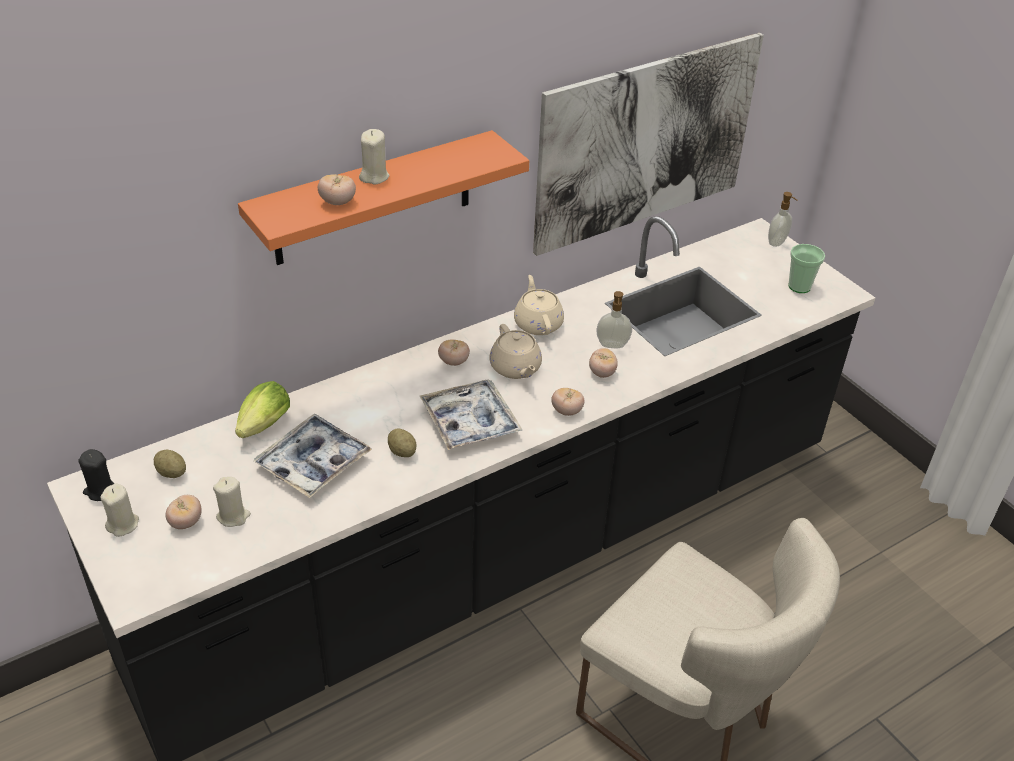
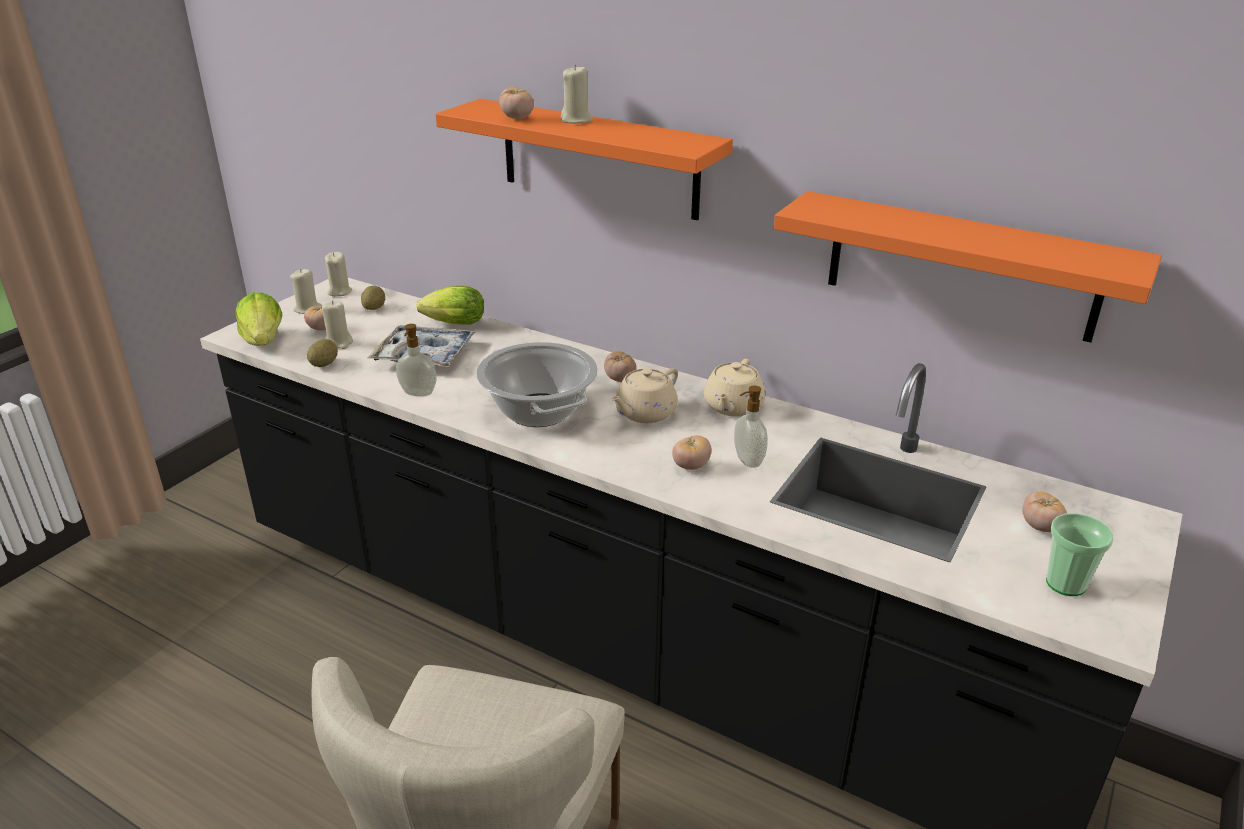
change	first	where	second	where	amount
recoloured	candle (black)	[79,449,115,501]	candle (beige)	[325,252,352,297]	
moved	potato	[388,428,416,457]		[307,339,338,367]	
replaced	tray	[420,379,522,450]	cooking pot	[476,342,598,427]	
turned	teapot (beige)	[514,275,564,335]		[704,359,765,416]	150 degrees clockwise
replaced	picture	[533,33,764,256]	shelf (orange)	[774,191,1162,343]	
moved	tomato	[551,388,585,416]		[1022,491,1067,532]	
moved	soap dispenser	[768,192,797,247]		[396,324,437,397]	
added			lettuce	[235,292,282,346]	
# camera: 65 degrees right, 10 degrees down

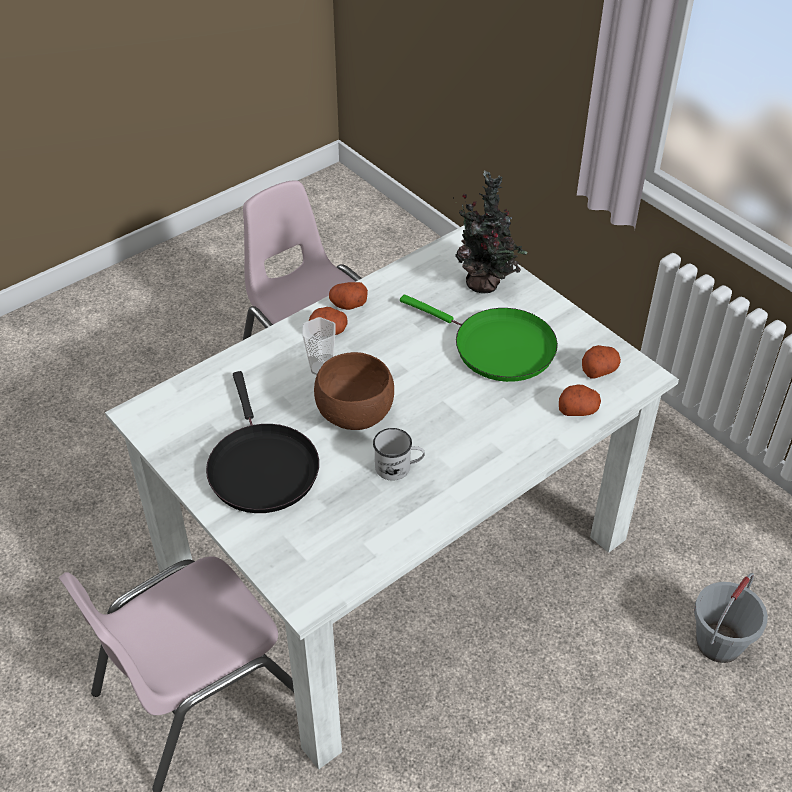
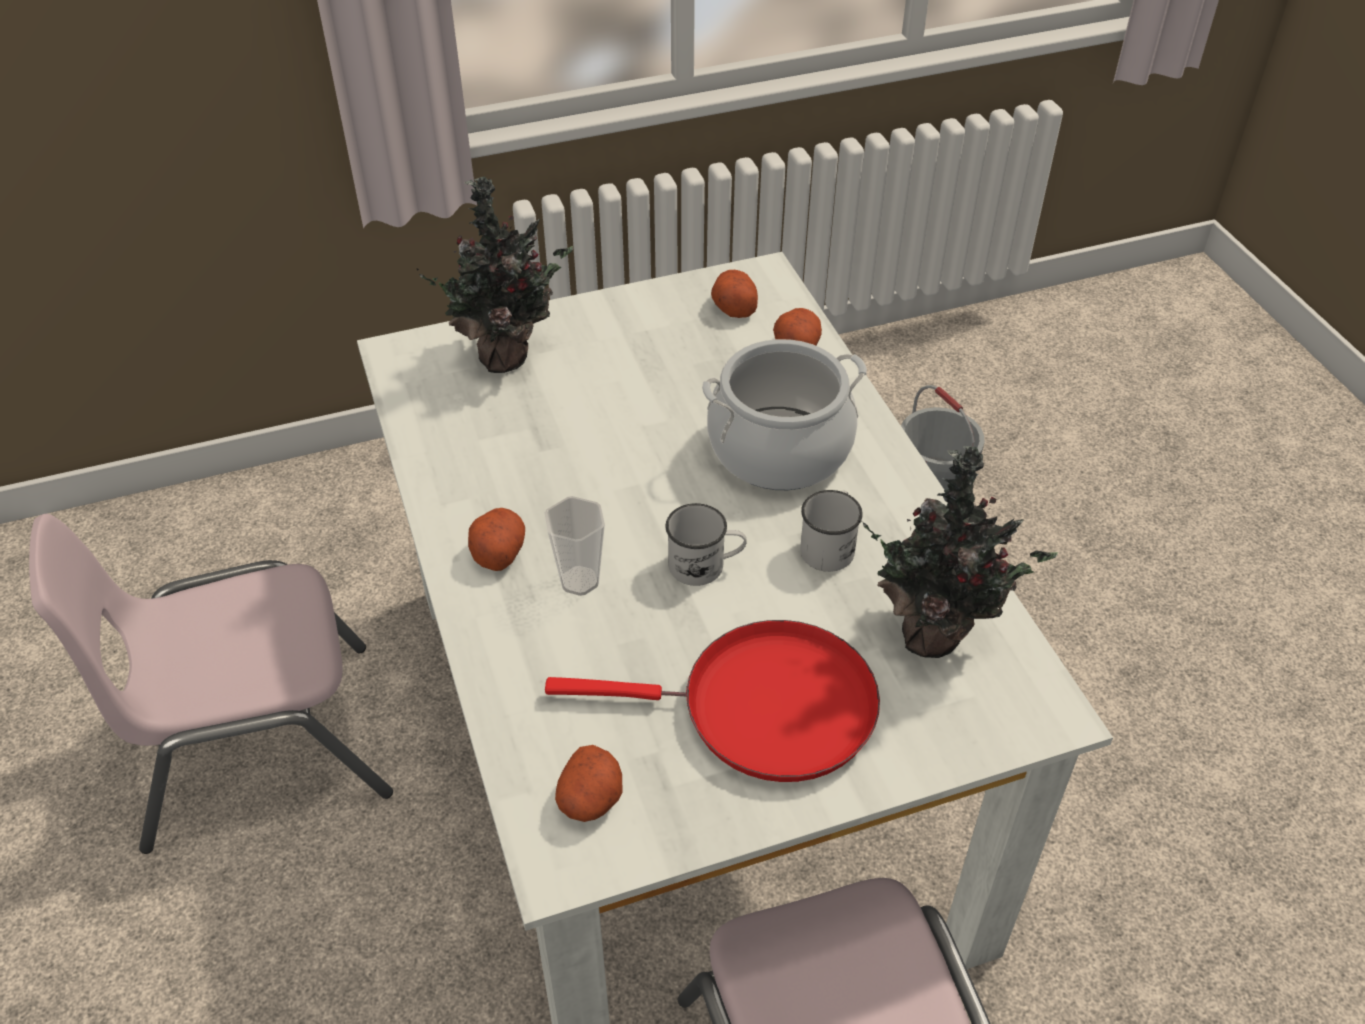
change	first	where	second	where	amount
recoloured	frying pan (black)	[206,371,319,513]	frying pan (red)	[545,620,880,782]	
replaced	bowl (brown)	[314,352,394,430]	mug (white)	[666,503,747,586]	
moved	potato	[329,282,368,310]		[555,745,622,822]	
removed	frying pan (green)	[400,295,558,382]			
added			cooking pot	[702,339,867,490]	
added			potted plant	[859,446,1058,658]	
# camera: 70 degrees left, 0 degrees up

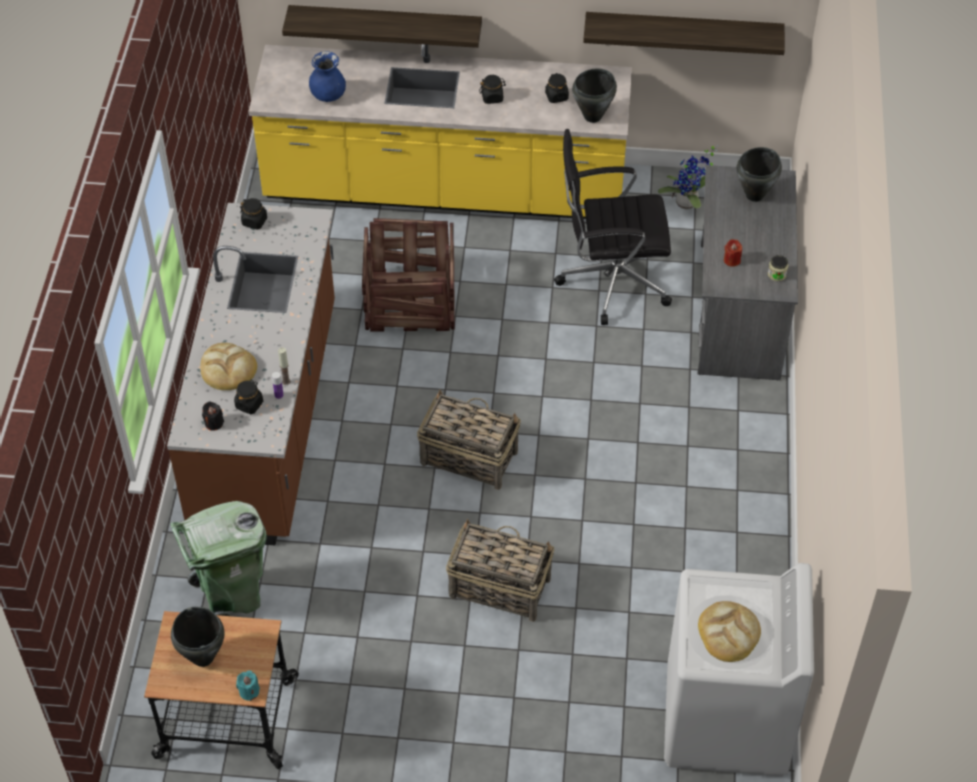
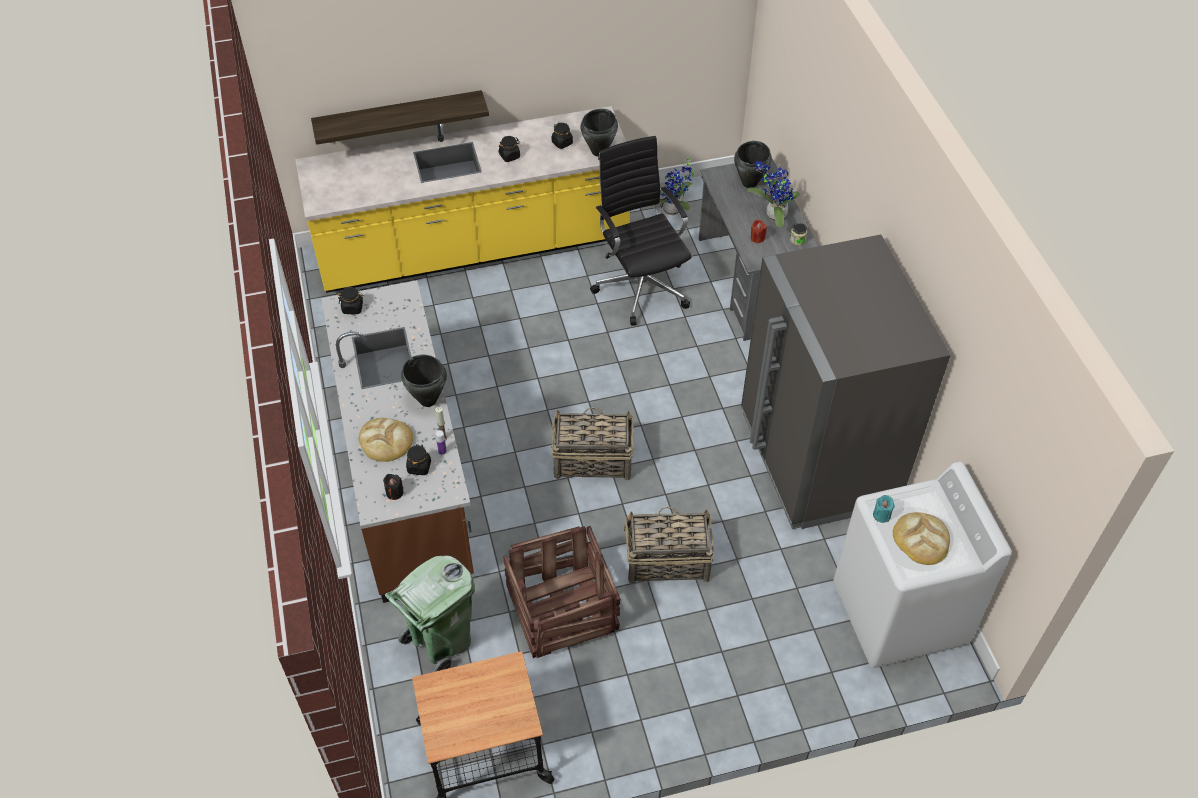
change	first	where	second	where	amount
moved	cooking pot (black)	[171,606,225,667]		[401,354,447,407]	
moved	candle (turquoise)	[236,670,260,701]		[873,495,895,523]	
removed	vase (blue)	[309,51,346,102]			
moved	crate	[362,218,455,332]		[503,526,620,658]	
turned	office chair (black)	[554,129,672,325]		[590,136,691,326]	90 degrees clockwise
removed	shelf	[583,12,785,55]			
added			fridge (grey)	[741,234,951,529]	
added			potted plant	[748,161,800,227]	
# camera: 20 degrees left, 0 degrees up

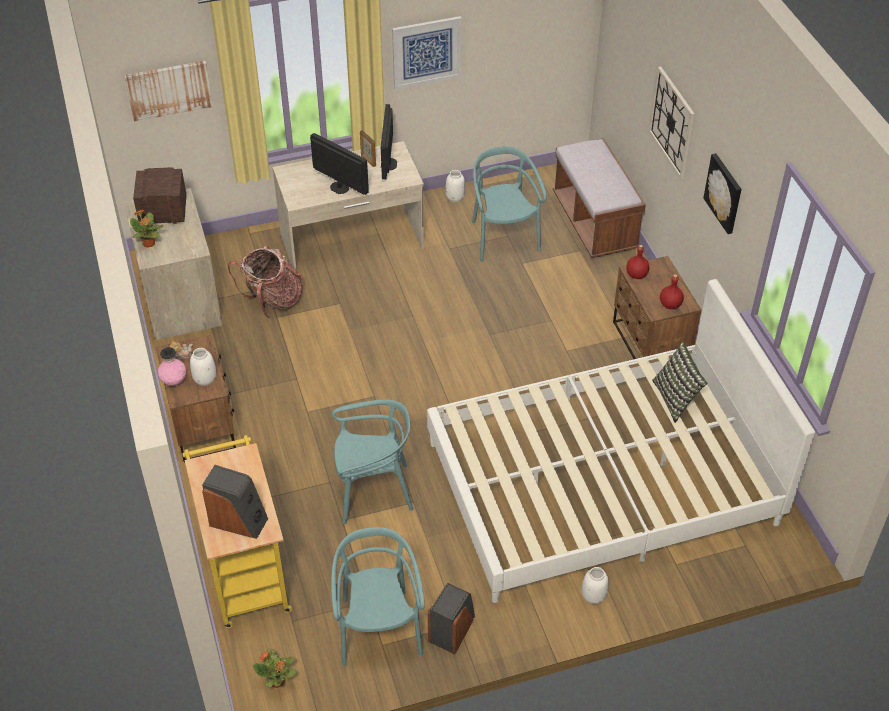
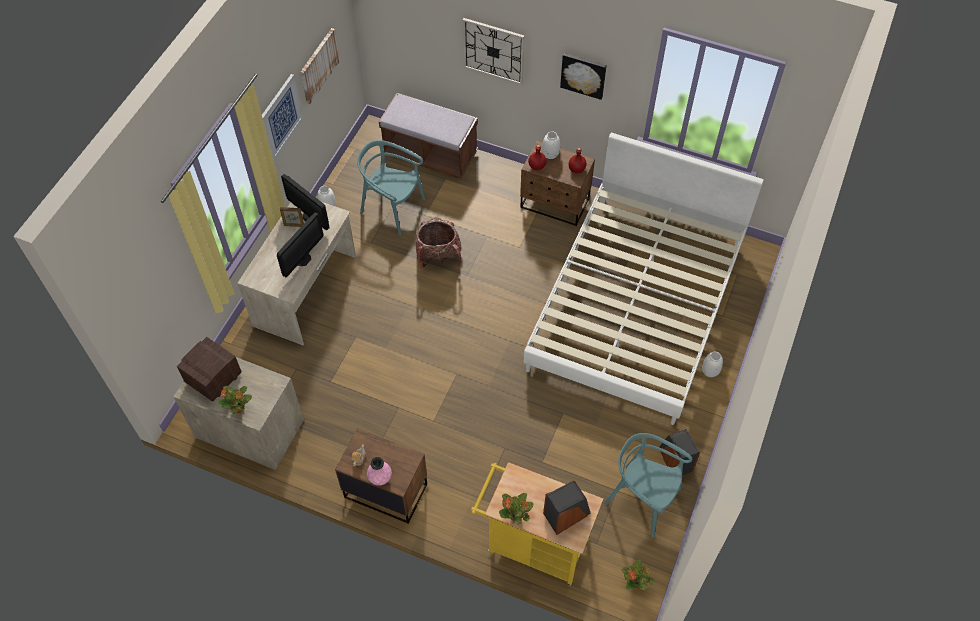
change	first	where	second	where	amount
moved	picture	[124,61,213,122]		[300,28,340,104]	
moved	vase (white)	[190,348,216,386]		[542,131,560,159]	
moved	backpack	[228,246,303,318]		[416,216,461,267]	
turned	monitor	[310,133,369,195]		[277,212,323,277]	135 degrees clockwise
removed	chair (turquoise)	[332,399,413,524]			
removed	pillow	[652,342,708,423]			
added			potted plant	[499,493,533,524]	
# camera: 50 degrees left, 10 degrees up

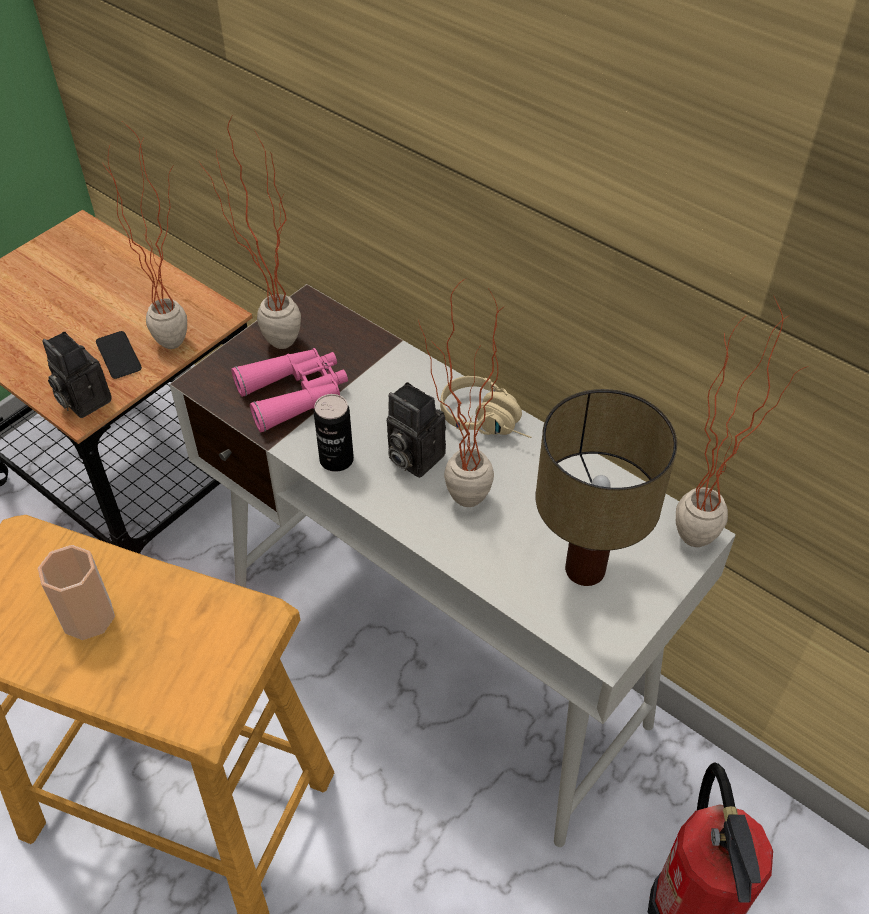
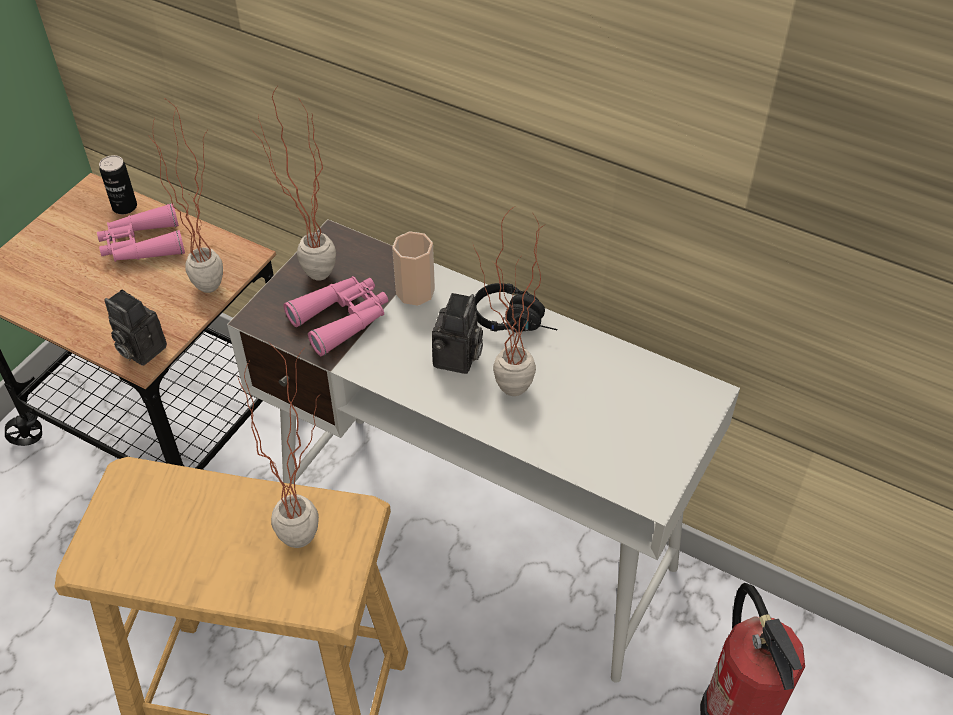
change	first	where	second	where	amount
moved	cup	[38,545,115,640]		[392,231,435,306]	
removed	phone	[96,331,142,379]			
moved	can	[314,394,354,472]		[99,155,137,214]	
turned	photo camera	[387,382,446,478]		[432,293,483,374]	105 degrees counterclockwise
recoloured	headphones (beige)	[440,376,531,438]	headphones (black)	[474,283,557,332]	
removed	table lamp	[535,389,677,586]			
moved	potted plant	[676,297,808,547]		[238,343,321,548]	
added			binoculars (pink)	[97,203,185,262]	
# camera: 10 degrees left, 0 degrees up

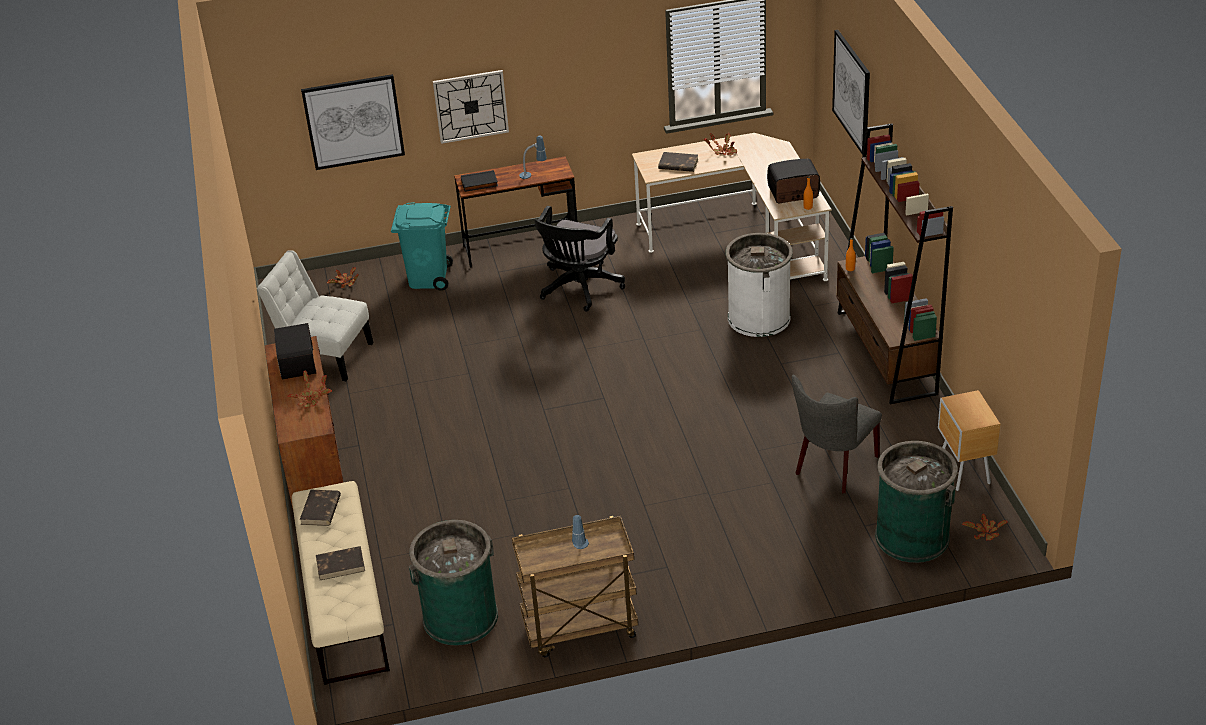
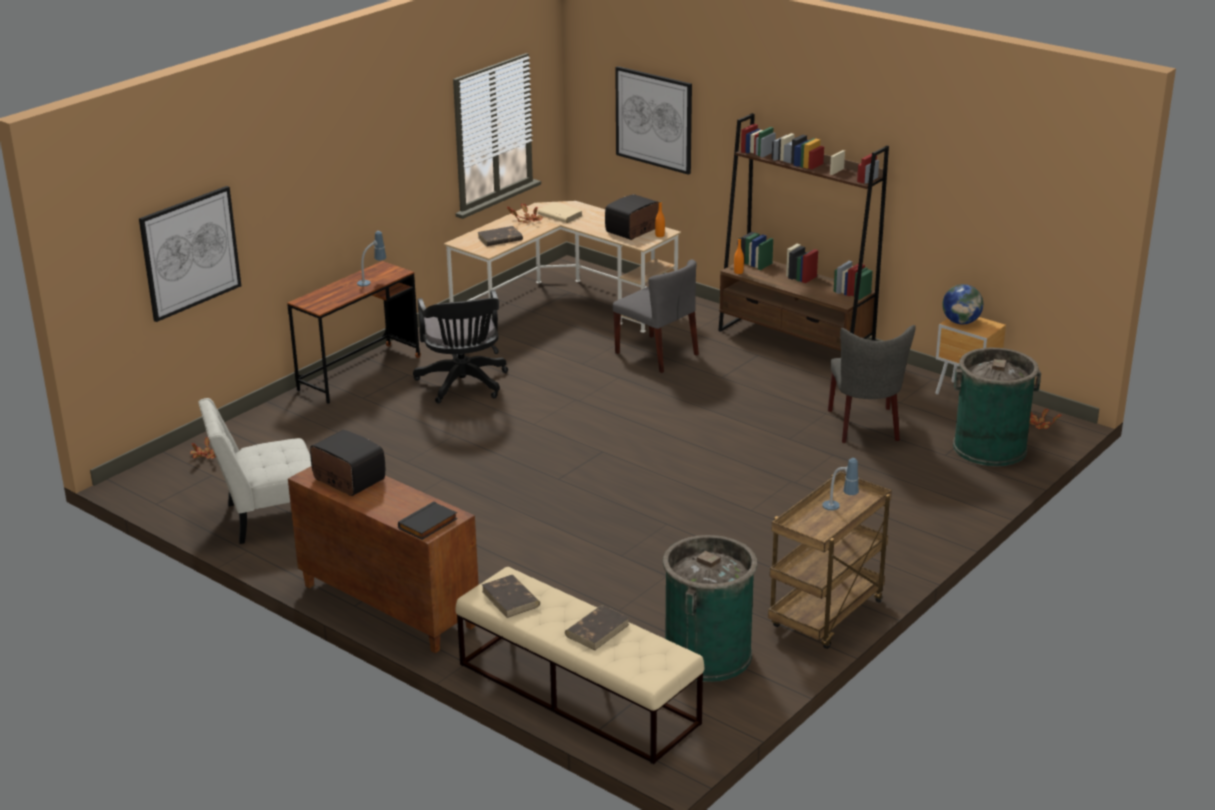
change	first	where	second	where	amount
removed	potted plant	[287,370,332,408]			
removed	trash can (turquoise)	[391,202,453,291]			
removed	wall clock	[433,70,509,144]			
moved	book (black)	[461,170,498,192]		[398,501,458,540]	
replaced	trash can (white)	[725,233,793,337]	chair (grey)	[612,259,699,373]	
added			book (beige)	[538,202,583,223]	
added			globe	[942,284,983,324]	
# camera: 40 degrees left, 10 degrees down

